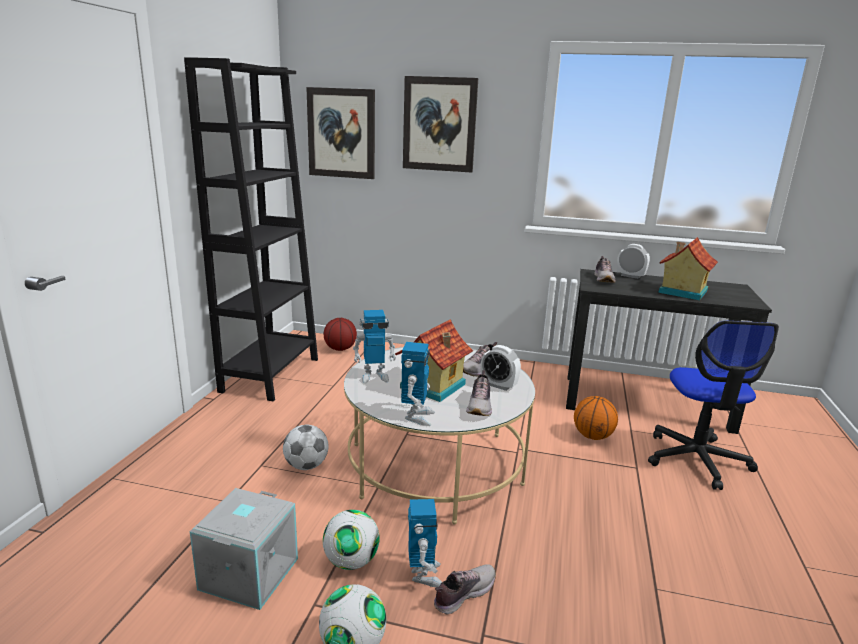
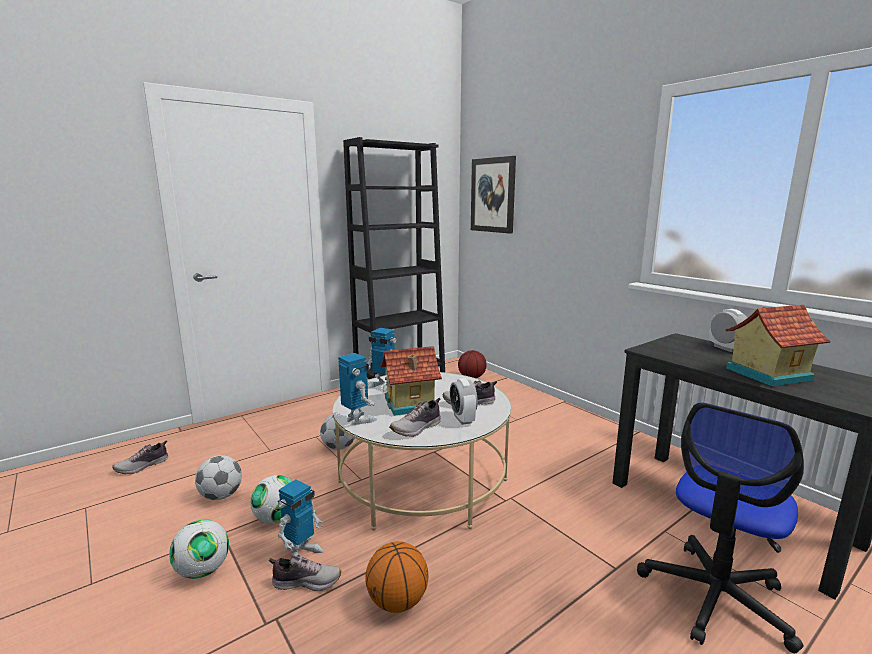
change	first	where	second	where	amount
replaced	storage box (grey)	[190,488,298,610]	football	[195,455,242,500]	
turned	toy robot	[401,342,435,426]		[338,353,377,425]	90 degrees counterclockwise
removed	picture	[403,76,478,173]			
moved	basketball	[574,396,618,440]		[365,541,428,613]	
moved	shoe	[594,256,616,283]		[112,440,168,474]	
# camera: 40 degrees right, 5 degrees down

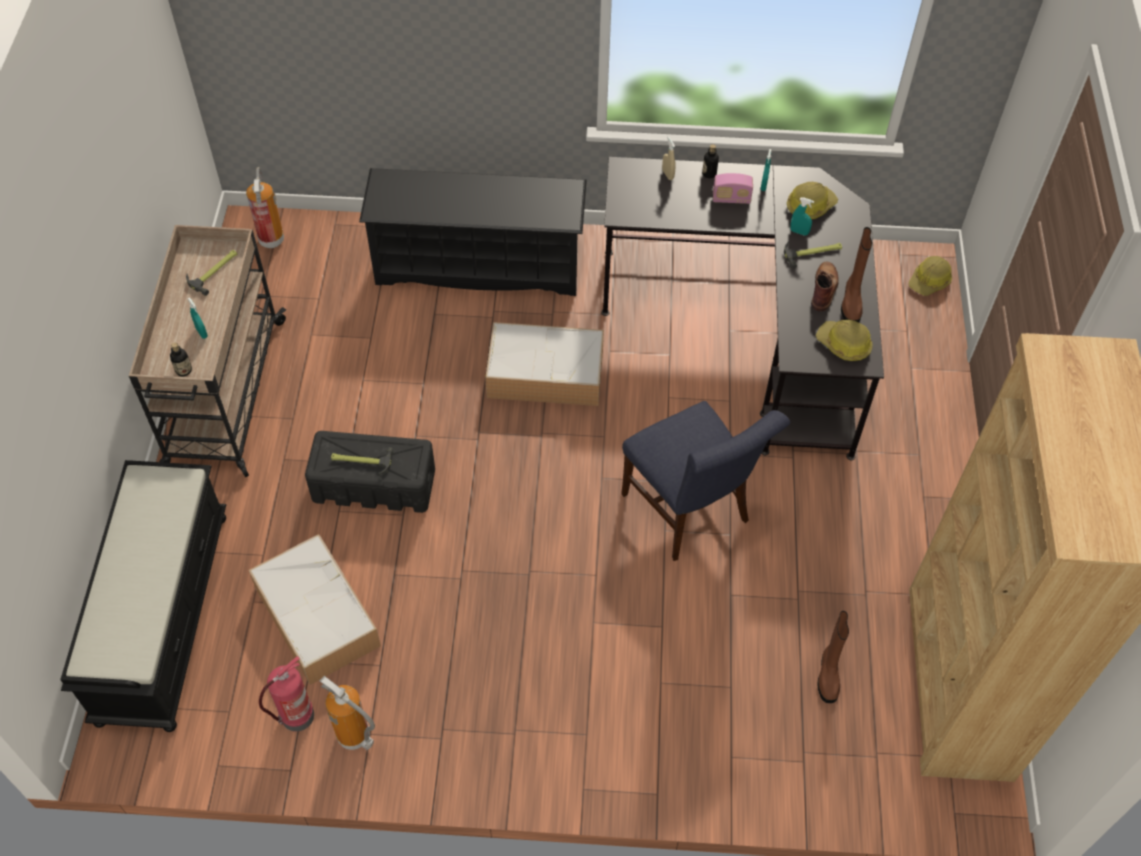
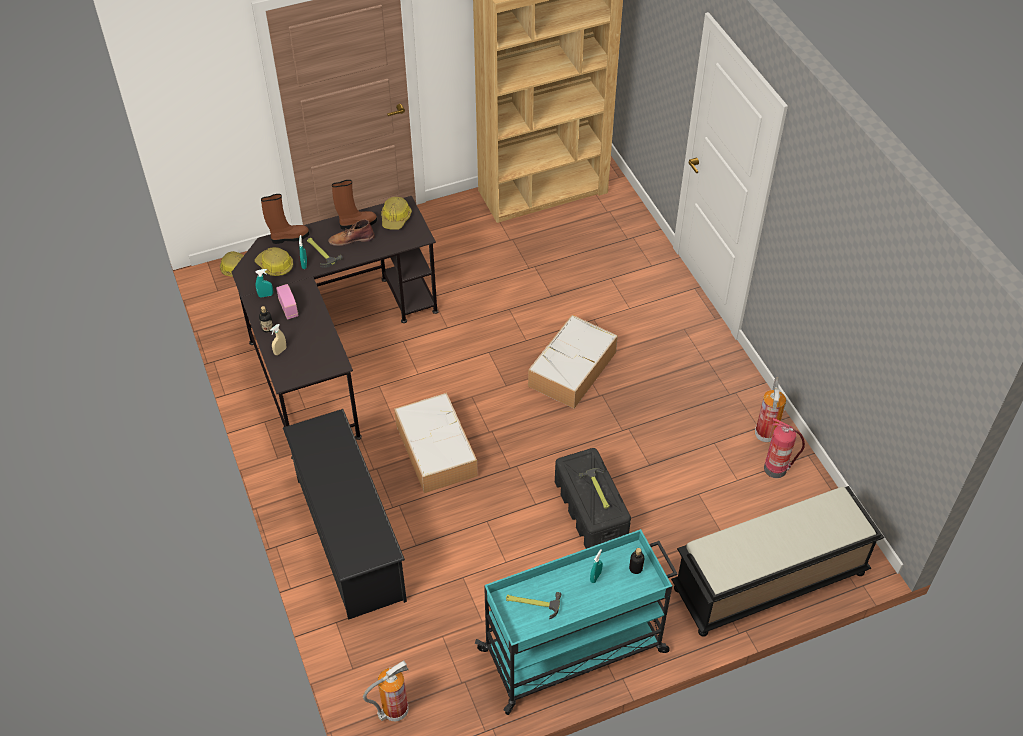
change	first	where	second	where	amount
recoloured	cart (beige)	[129,225,286,477]	cart (turquoise)	[475,529,678,715]	
moved	storage box	[249,534,381,685]		[528,315,618,409]	
removed	chair (blue)	[621,401,790,561]			
moved	boot (brown)	[817,611,849,703]		[261,194,309,244]	
# camera: 115 degrees left, 5 degrees down

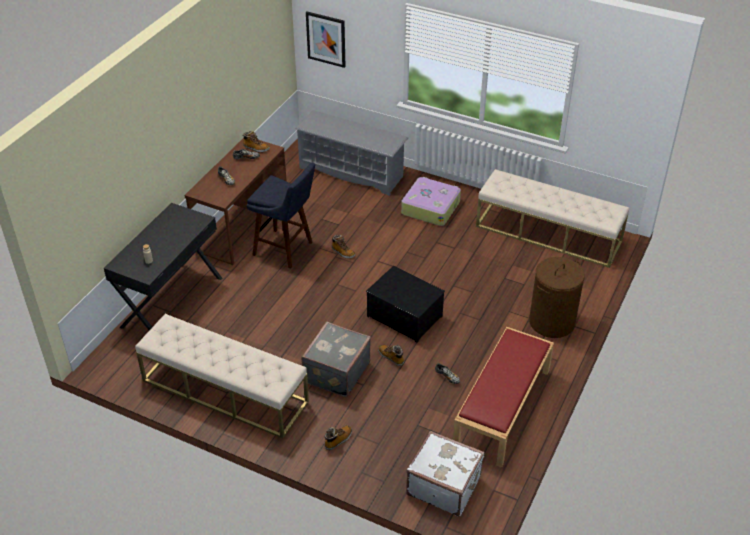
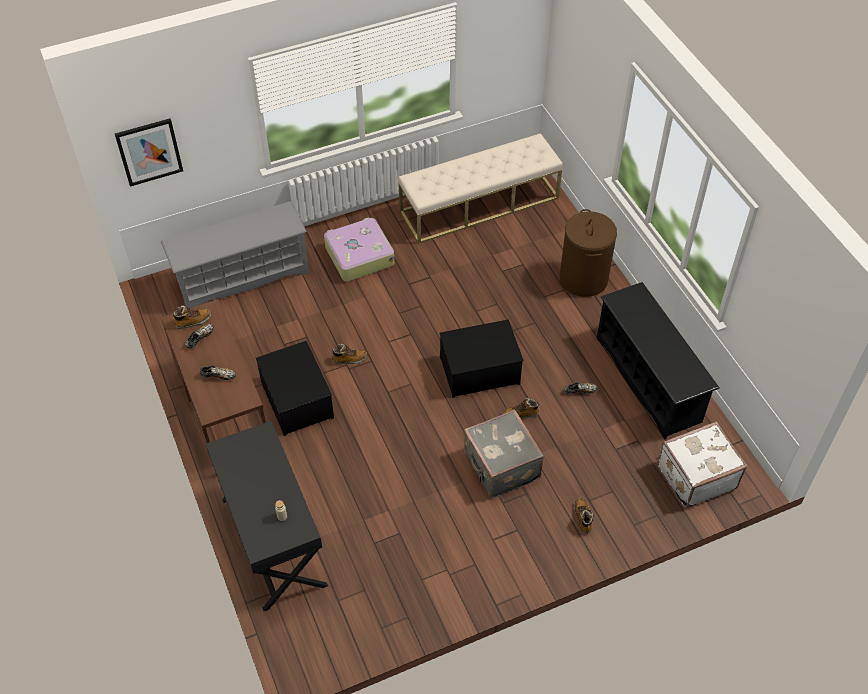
change	first	where	second	where	amount
removed	bench (beige)	[135,314,309,439]			
replaced	stool (blue)	[247,163,315,269]	storage box	[256,341,334,436]	
replaced	bench (red)	[453,327,554,468]	shoe rack (black)	[597,282,719,440]	
# camera: 50 degrees left, 10 degrees up

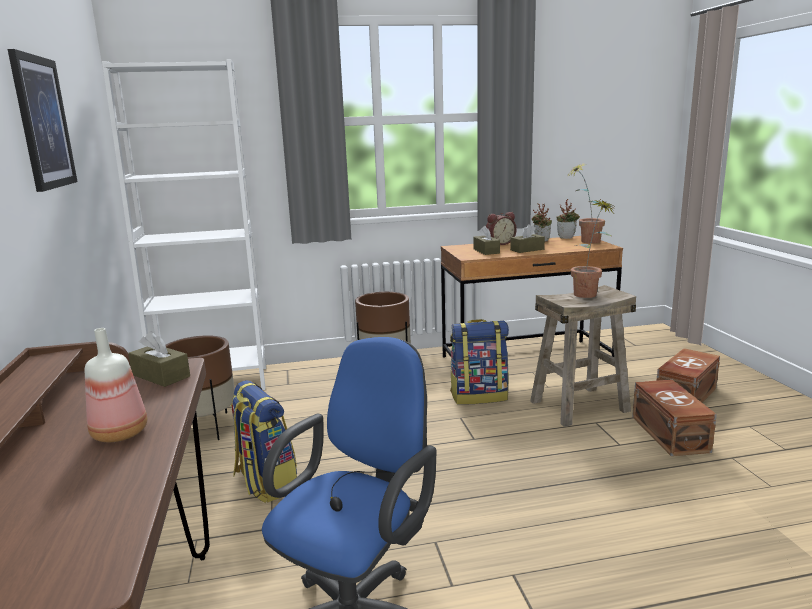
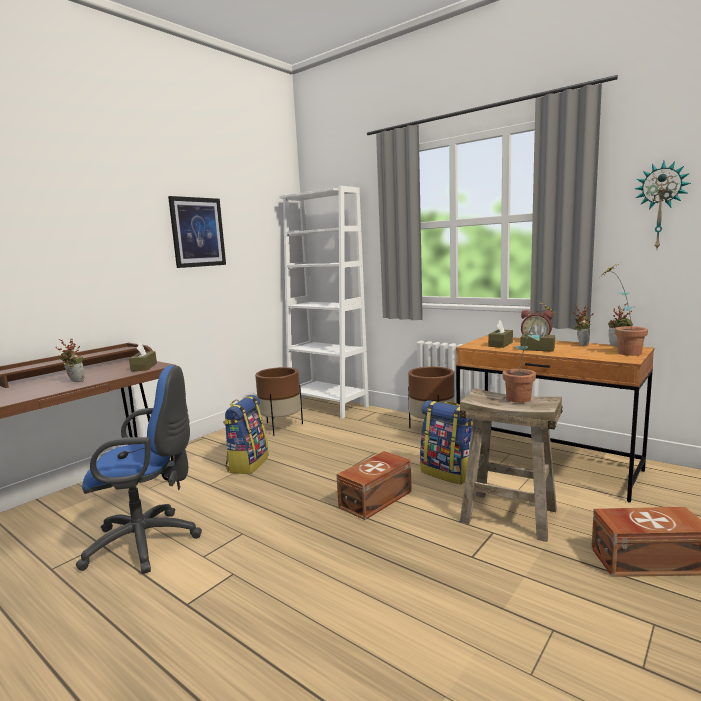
change	first	where	second	where	amount
replaced	bottle	[85,328,147,442]	potted plant	[56,338,84,382]	
moved	storage box (brown)	[632,379,717,456]		[337,451,412,520]	
added			wall clock	[635,161,691,249]	
# camera: 50 degrees right, 5 degrees down

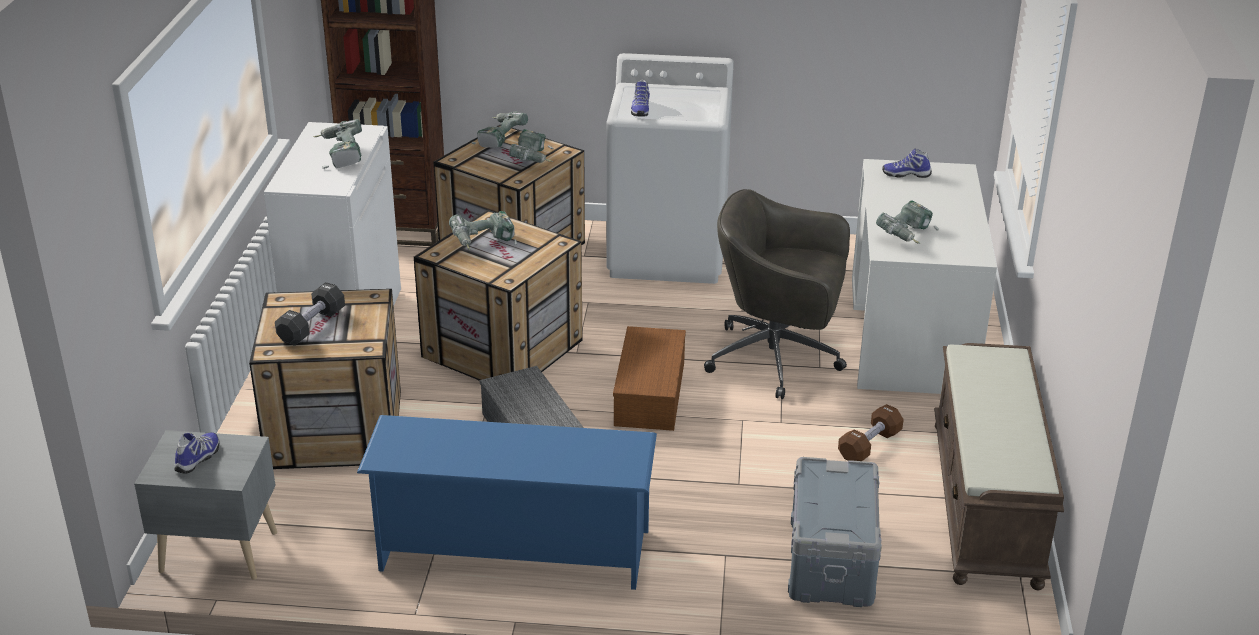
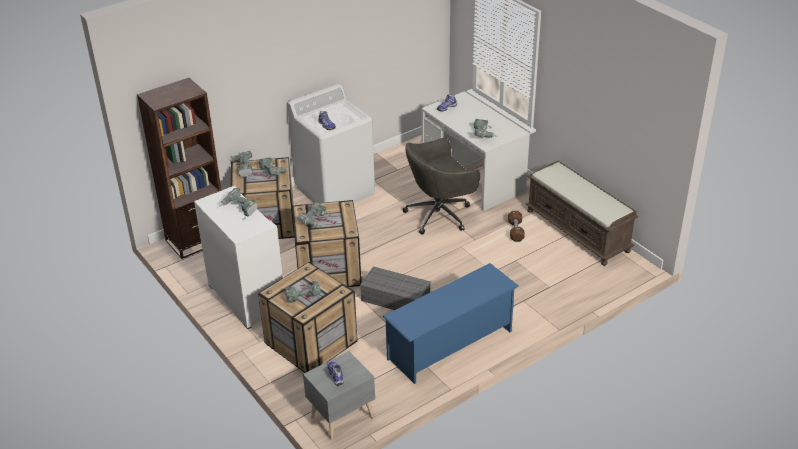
change	first	where	second	where	amount
replaced	dumbbell (black)	[275,282,345,346]	power drill	[285,280,321,303]	
removed	storage box (brown)	[613,326,686,431]			
removed	storage box (grey)	[788,457,882,607]			
# camera: 40 degrees left, 5 degrees up

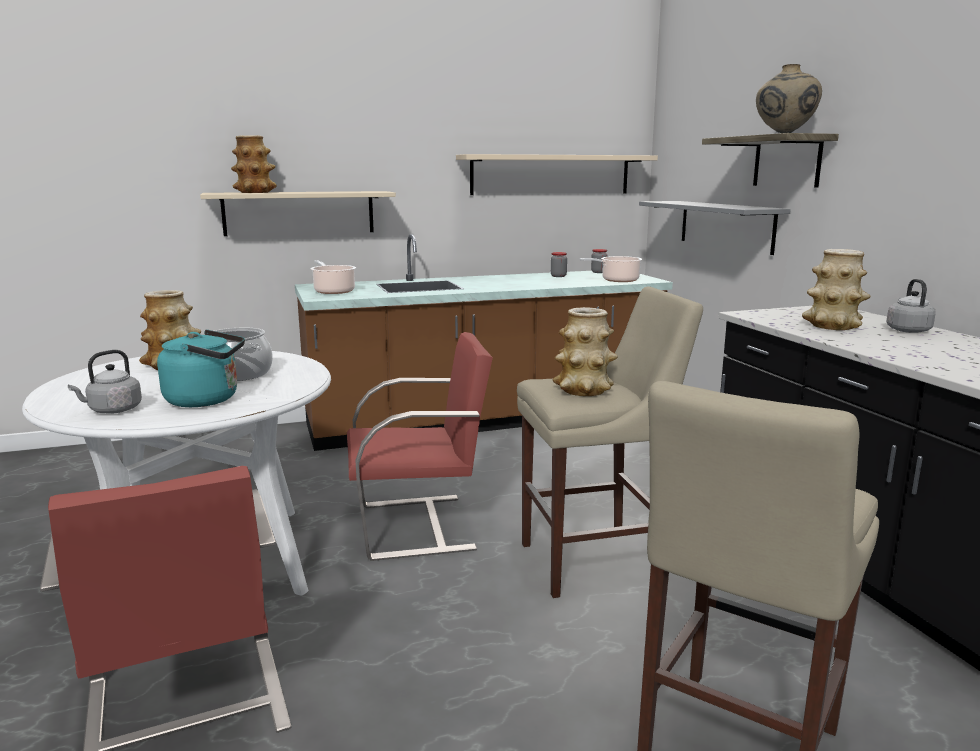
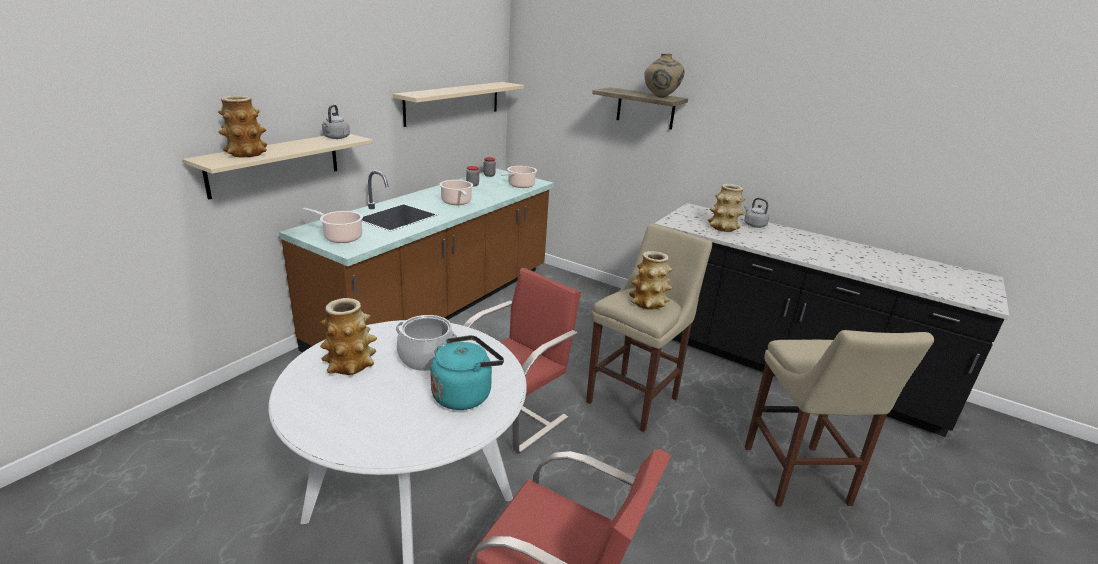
change	first	where	second	where	amount
moved	kettle (grey)	[68,350,142,413]		[322,105,350,139]	
removed	shelf (grey)	[639,201,791,255]			
added			cooking pot	[439,180,473,205]	
# camera: 40 degrees left, 10 degrees up

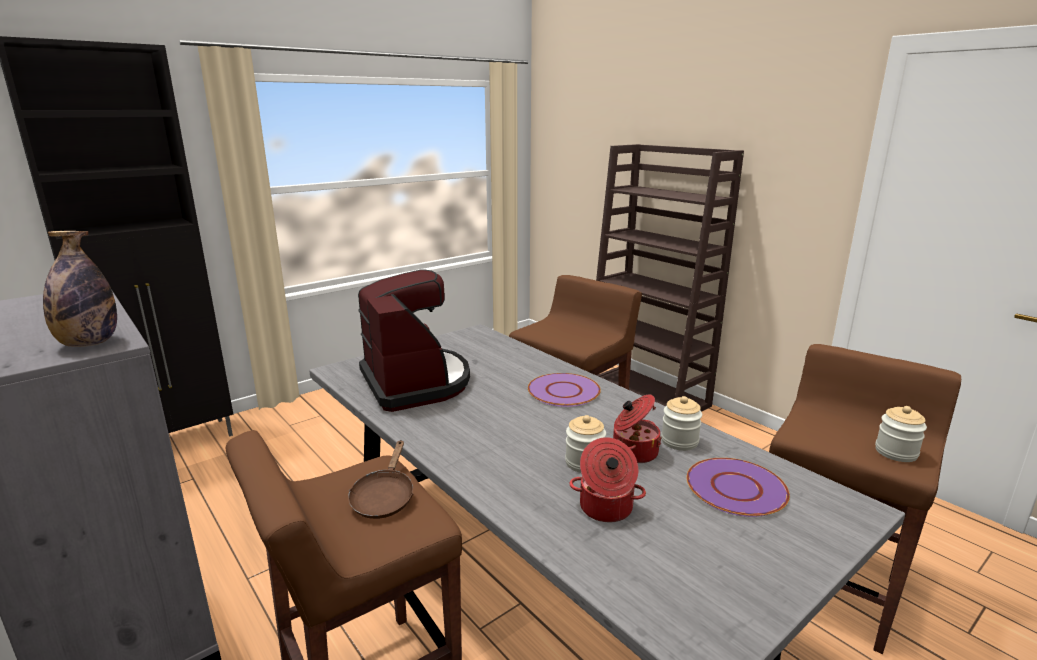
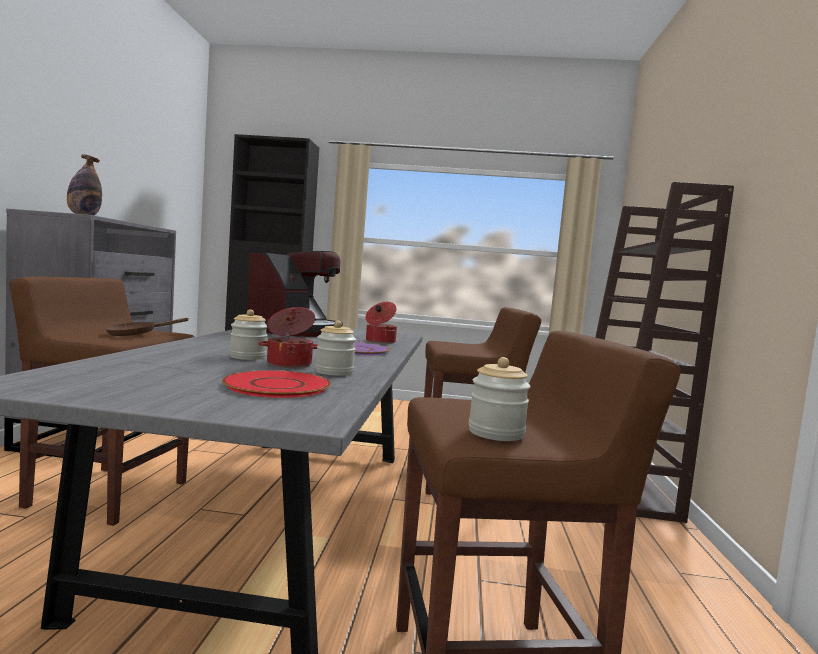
change	first	where	second	where	amount
moved	cooking pot	[569,437,646,522]		[365,302,397,344]	
recoloured	plate (purple)	[686,458,790,517]	plate (red)	[222,370,331,398]	
# camera: 45 degrees right, 15 degrees down

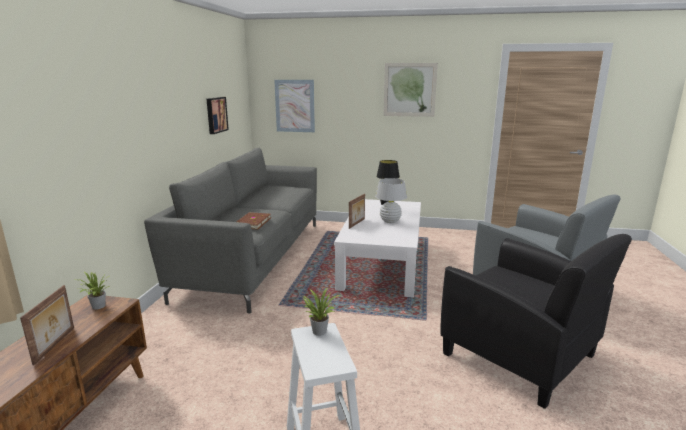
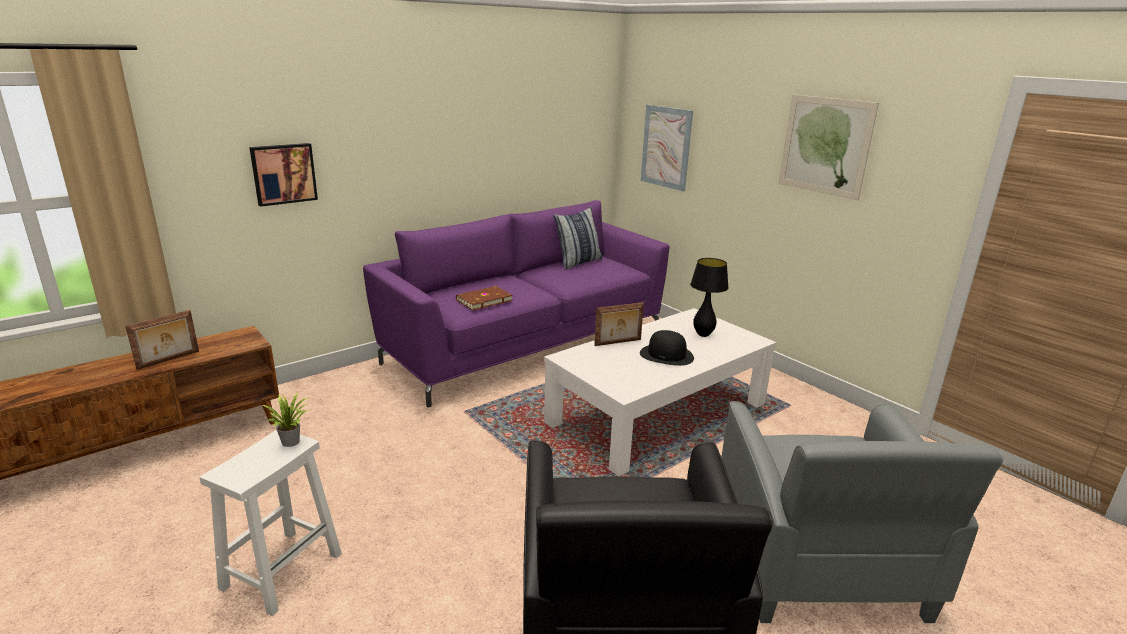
change	first	where	second	where	amount
removed	potted plant	[74,272,109,310]			
recoloured	sofa (grey)	[144,148,317,314]	sofa (purple)	[363,200,670,407]	
moved	picture	[206,97,229,134]		[249,143,318,207]	
replaced	table lamp (white)	[375,178,407,223]	hat (black)	[640,330,694,366]	
added			pillow	[553,207,602,270]	
# camera: 40 degrees right, 5 degrees up

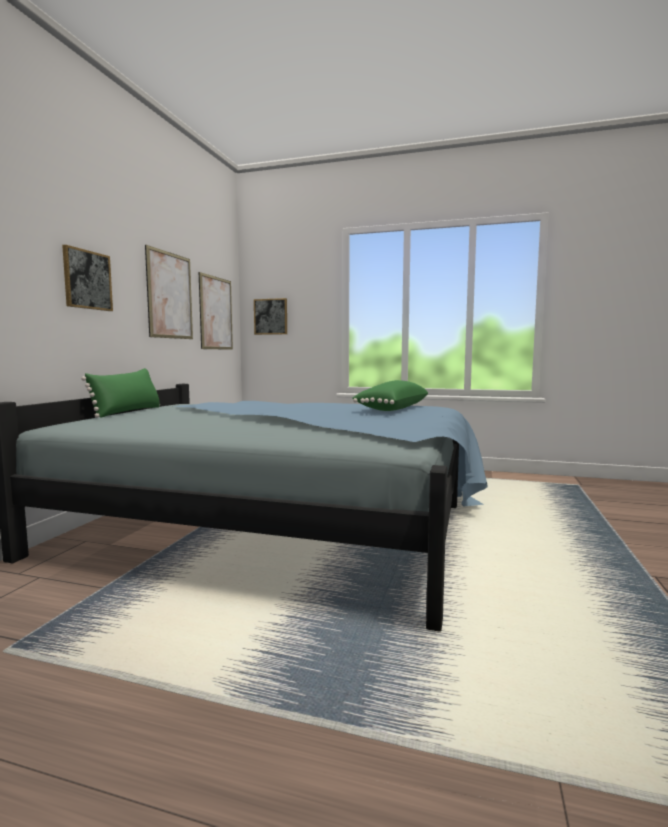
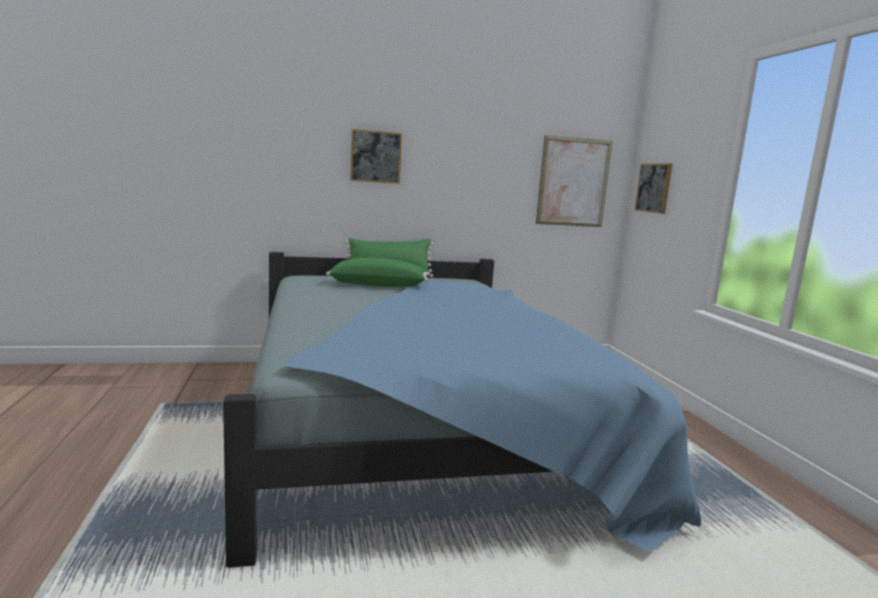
change	first	where	second	where	amount
removed	picture	[145,245,193,339]			
moved	pillow (green)	[352,380,428,411]		[326,258,430,287]	
# camera: 60 degrees right, 5 degrees up

